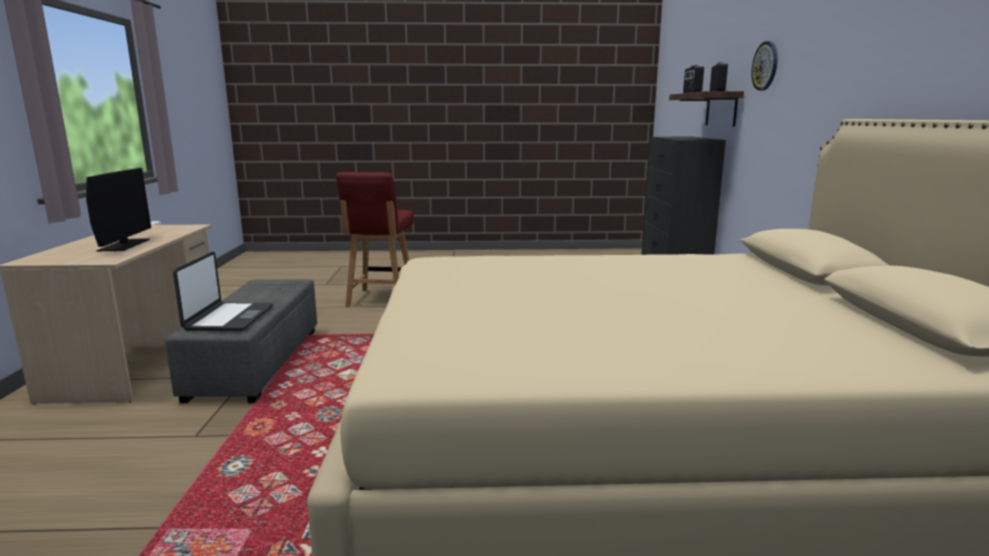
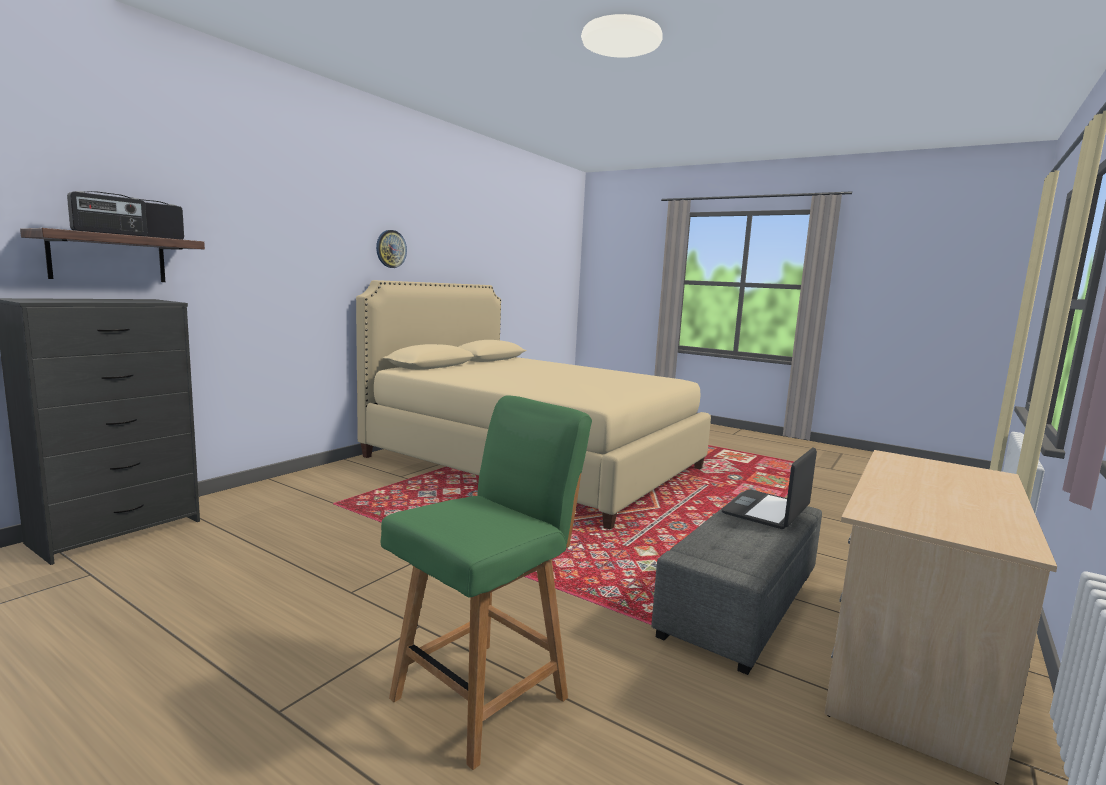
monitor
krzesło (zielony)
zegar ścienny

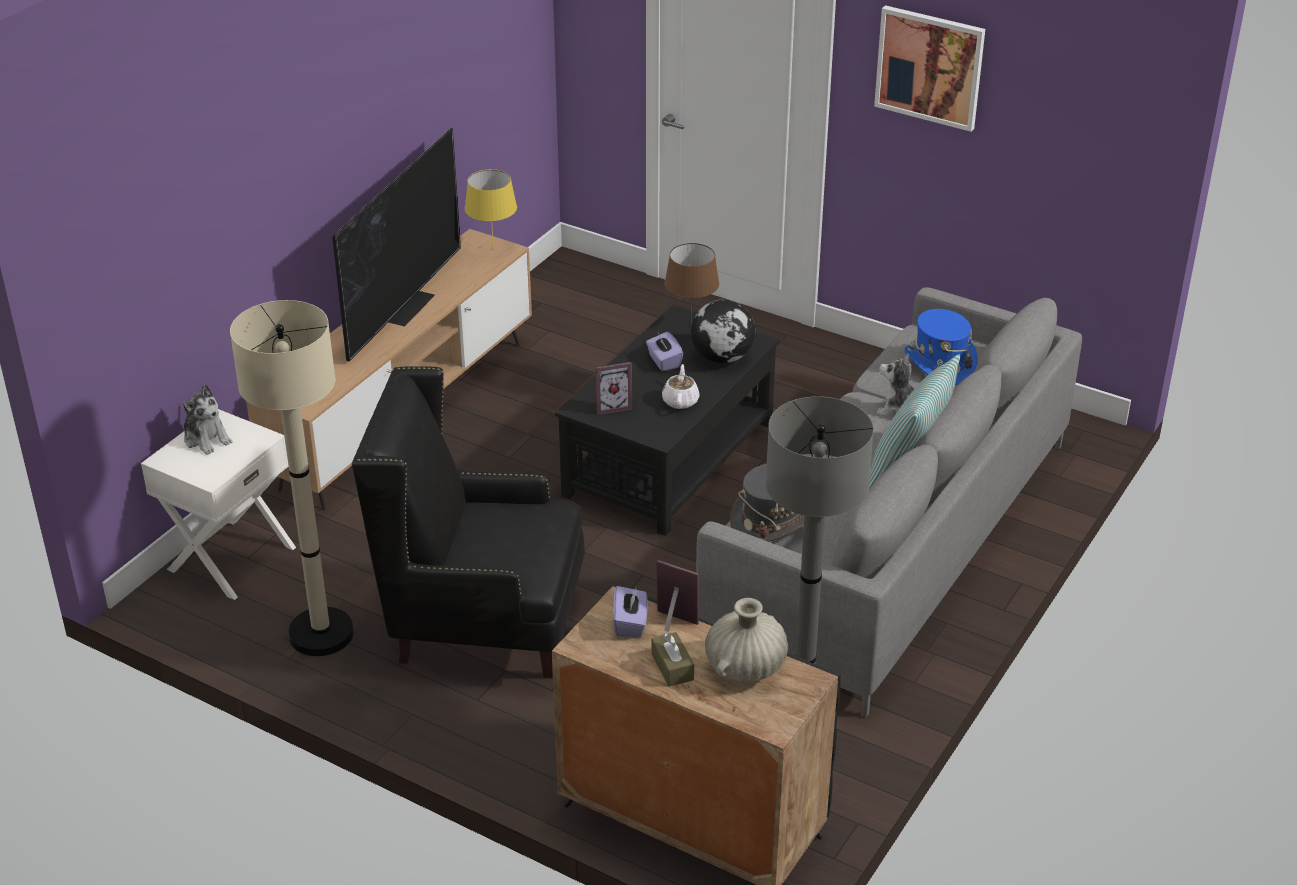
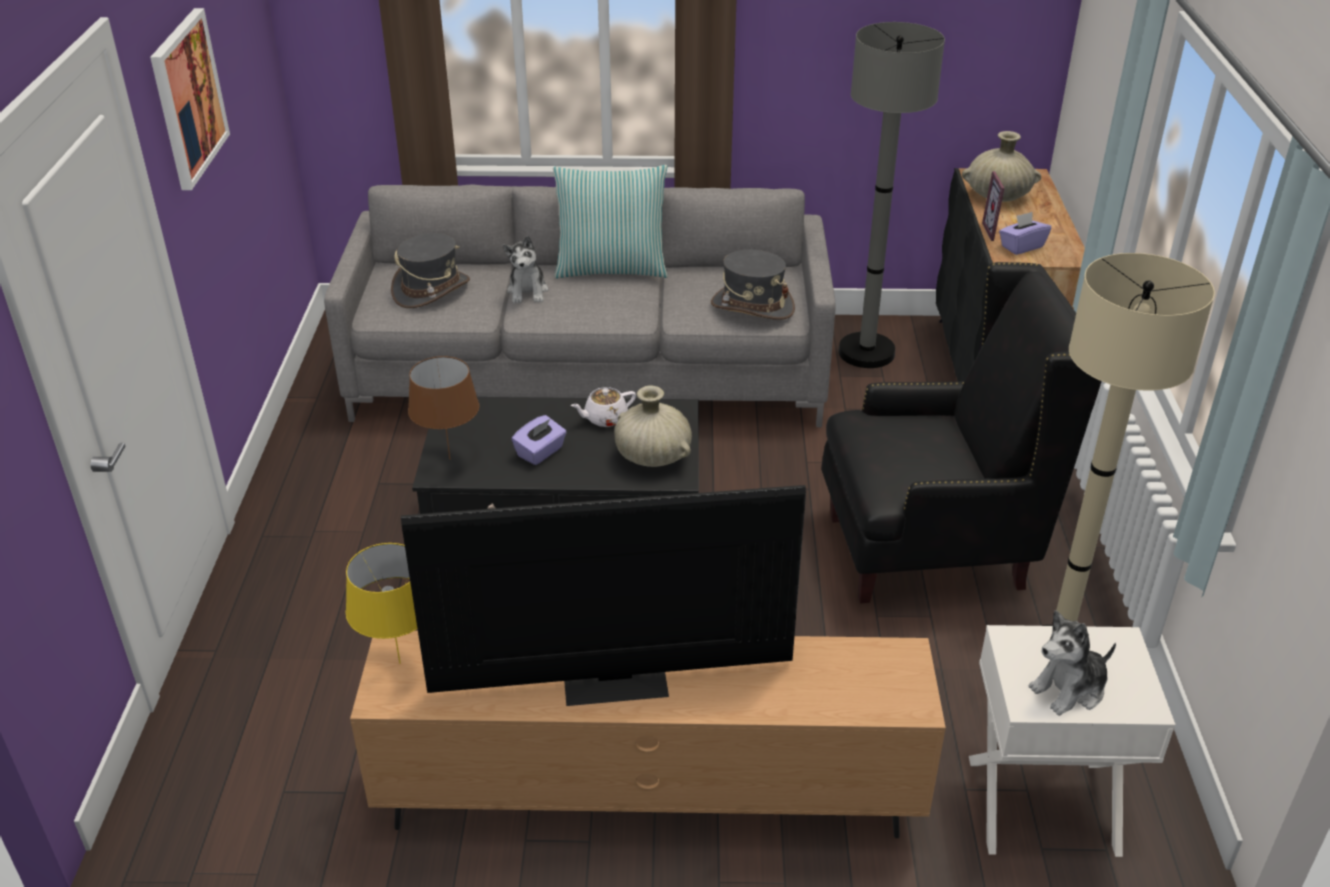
pluszak (2nd from left)
fotel (czarny)
wazon (beżowy) (1st from left)
pudełko chusteczek (brązowy)
globus
kapelusz (szary) (1st from left)

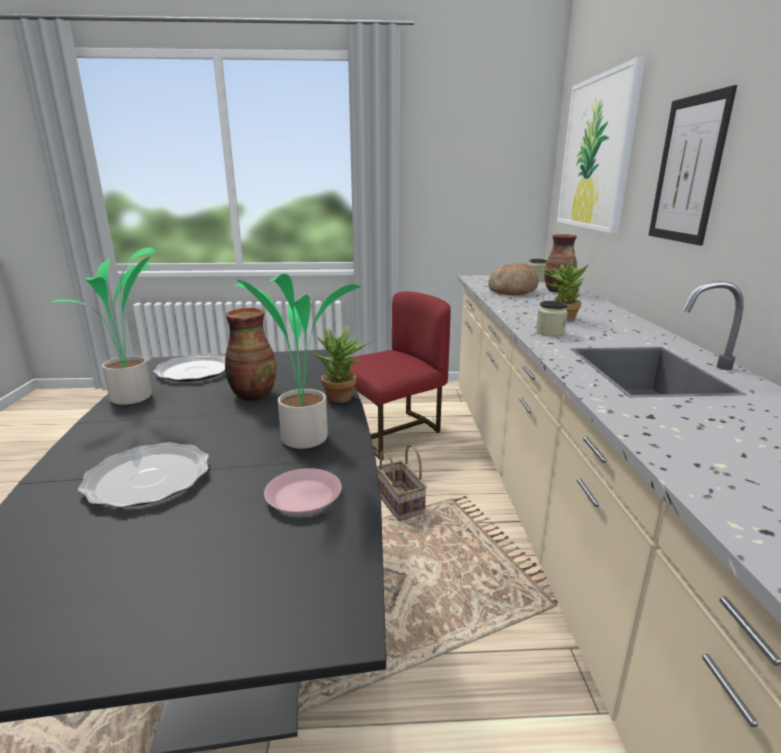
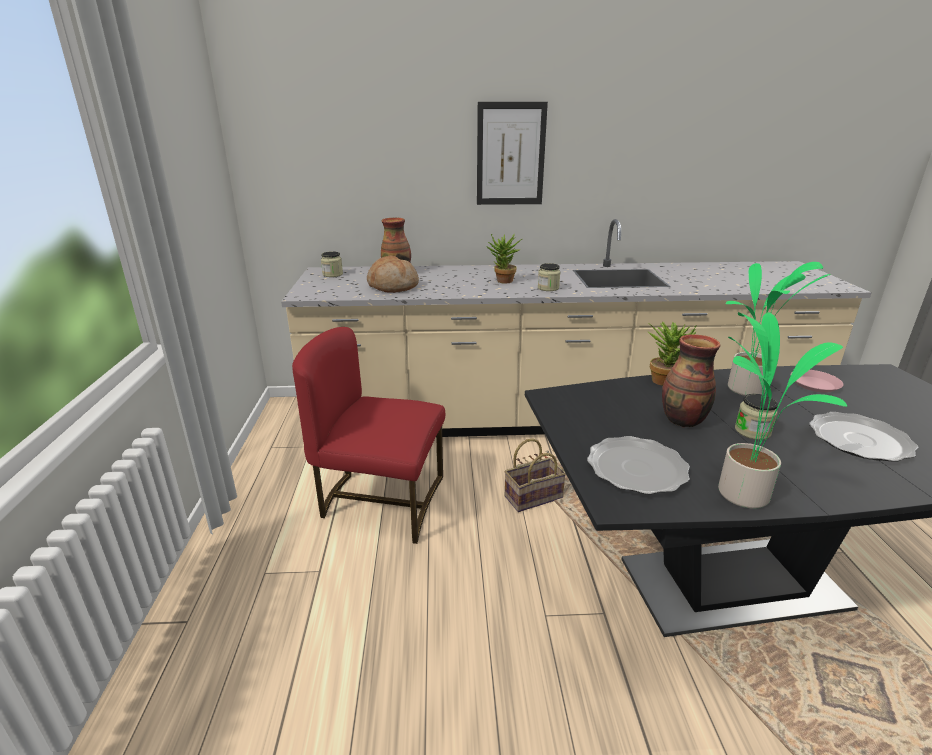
krzesło (czerwony)
obraz (1st from left in the first image)
słoik (3rd from left)

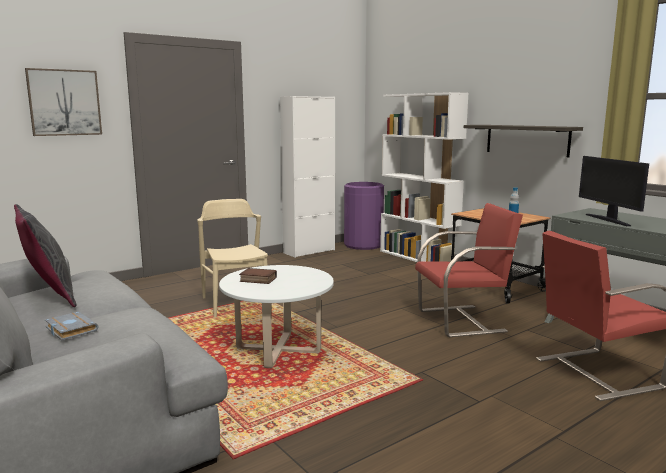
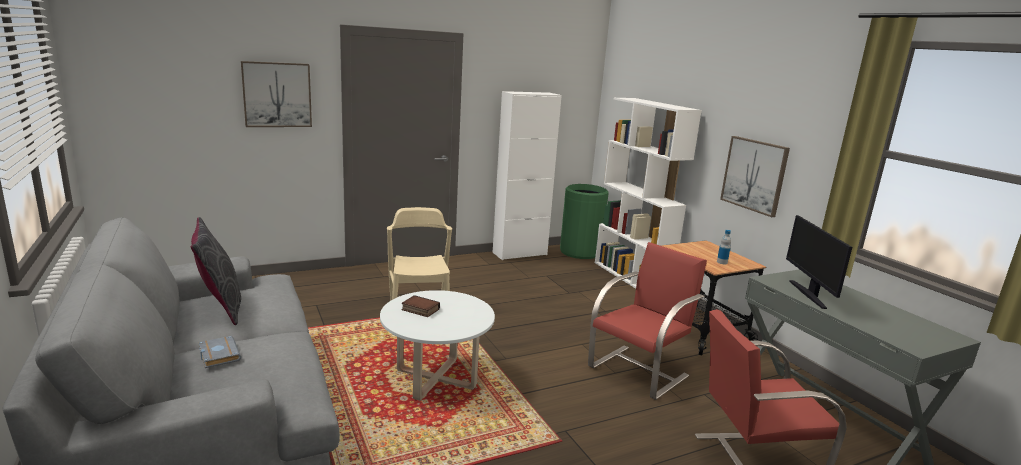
kosz na śmieci (zielony)
krzesło (czerwony) (1st from left)
obraz (2nd from left)

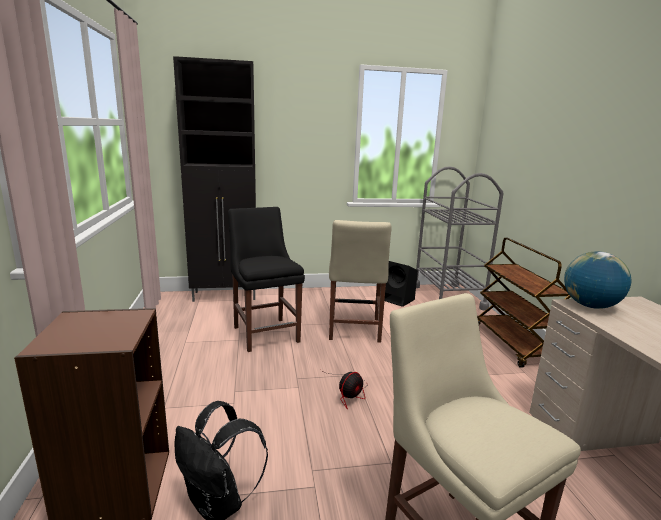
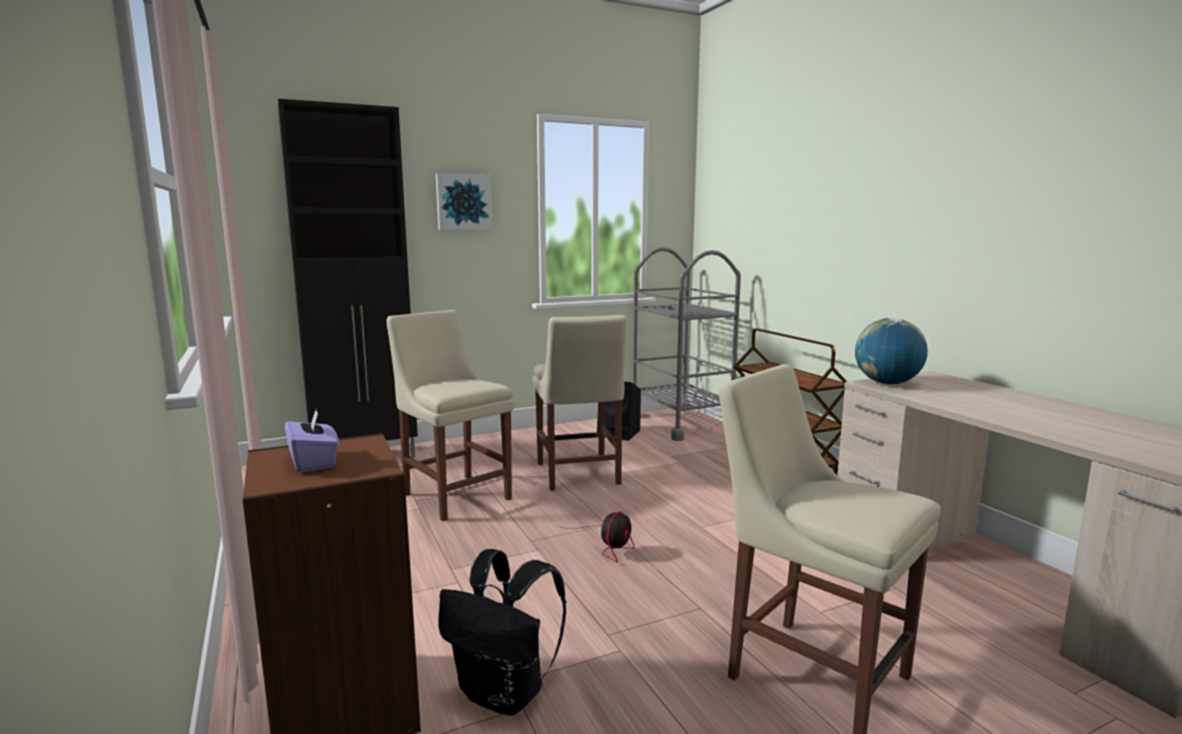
krzesło (beżowy) (1st from left)
pudełko chusteczek (fioletowy)
obraz

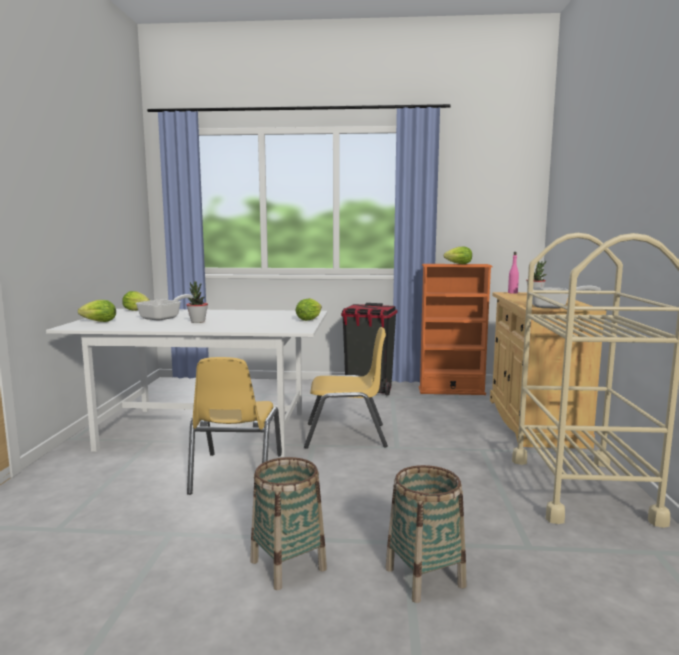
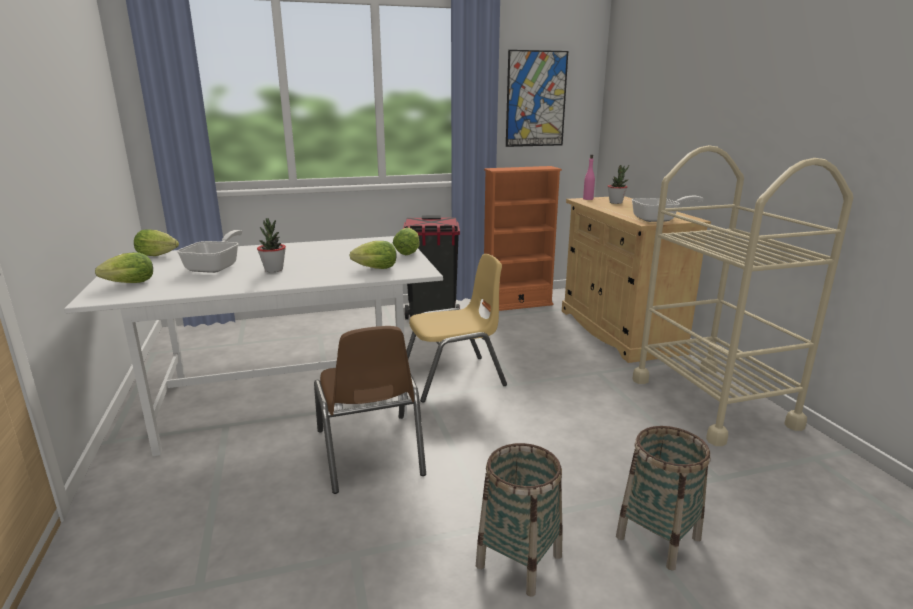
krzesło (brązowy)
sałata (3rd from left)
obraz

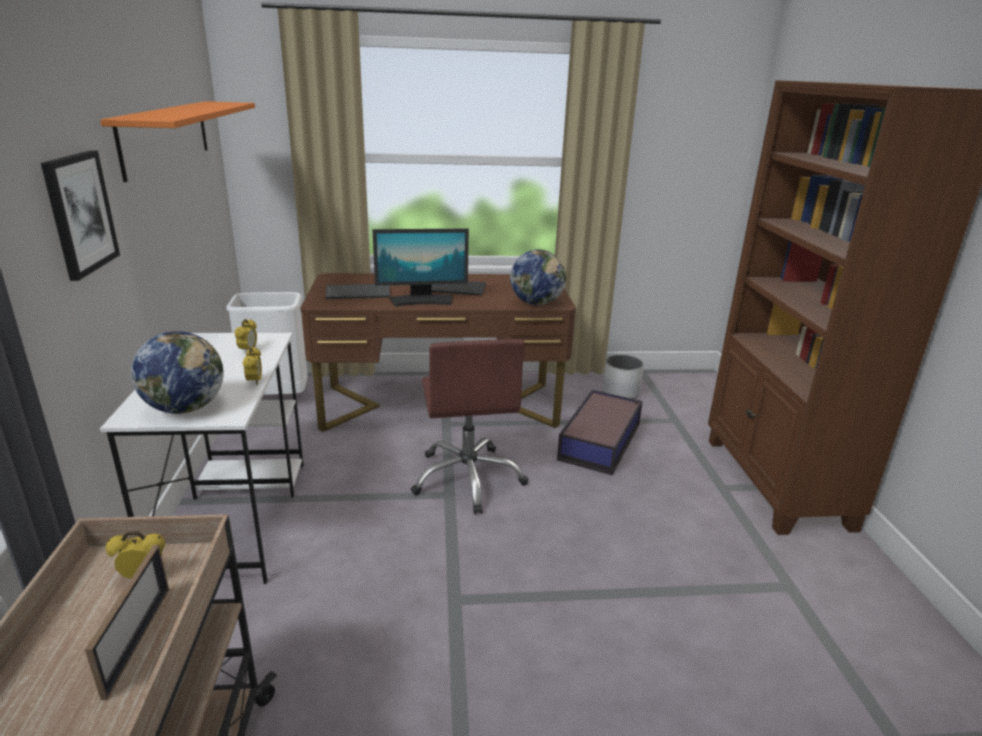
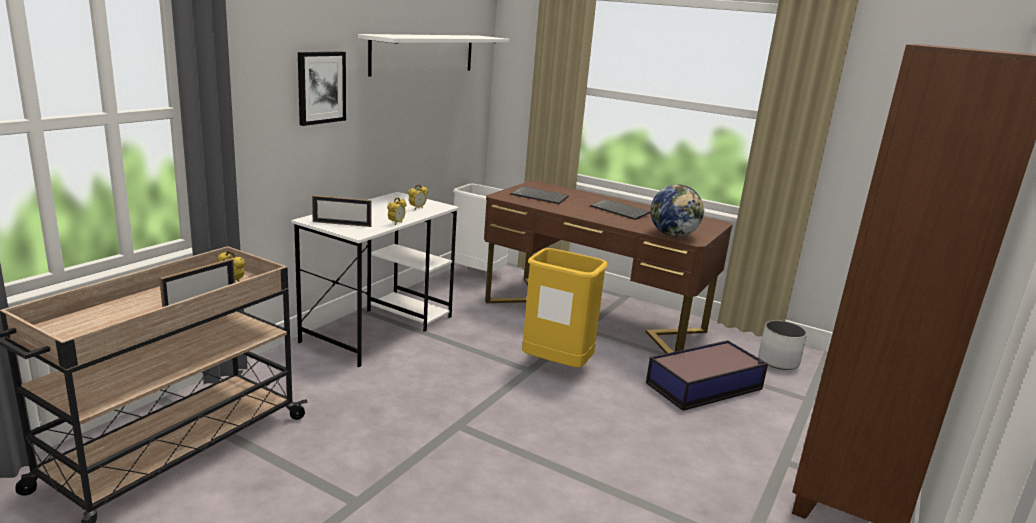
półka (biały)
ramka na zdjęcie (2nd from left)
monitor
kosz na śmieci (żółty)

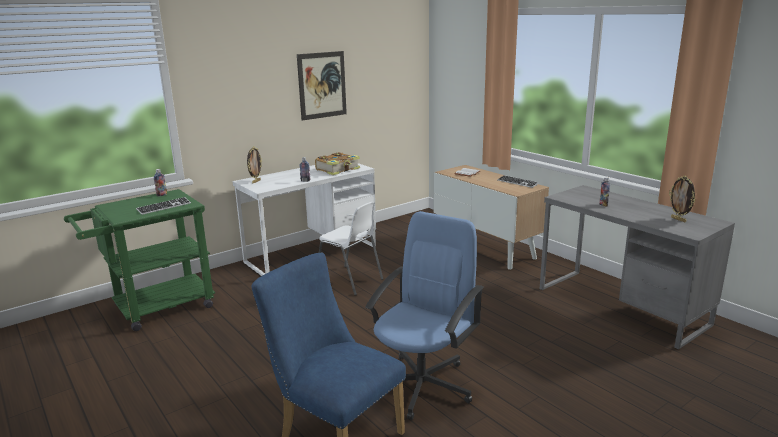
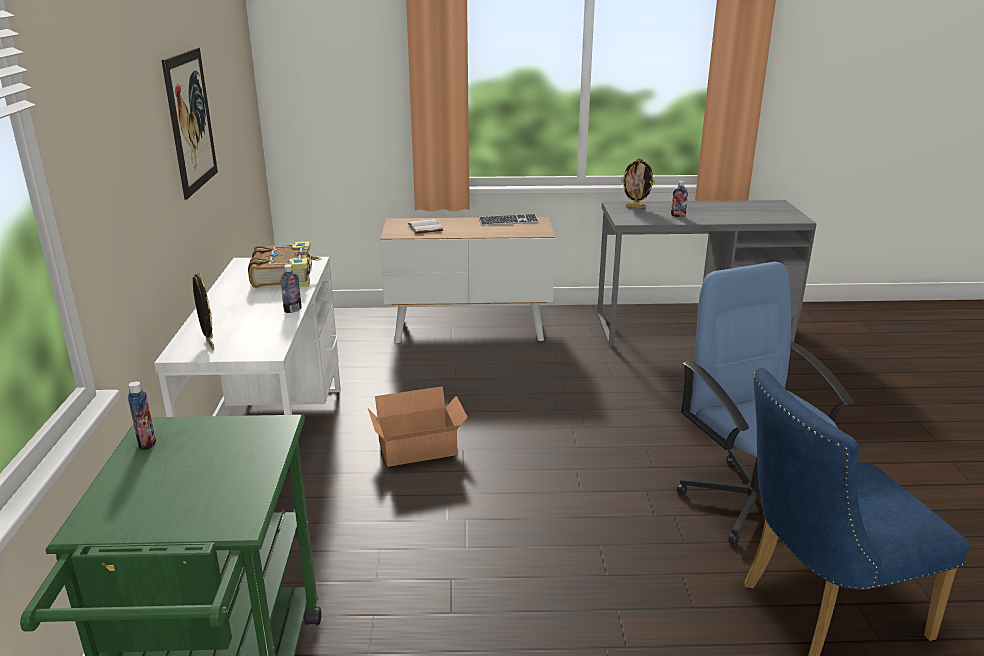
klawiatura (1st from left in the first image)
karton
ramka na zdjęcie (2nd from left)

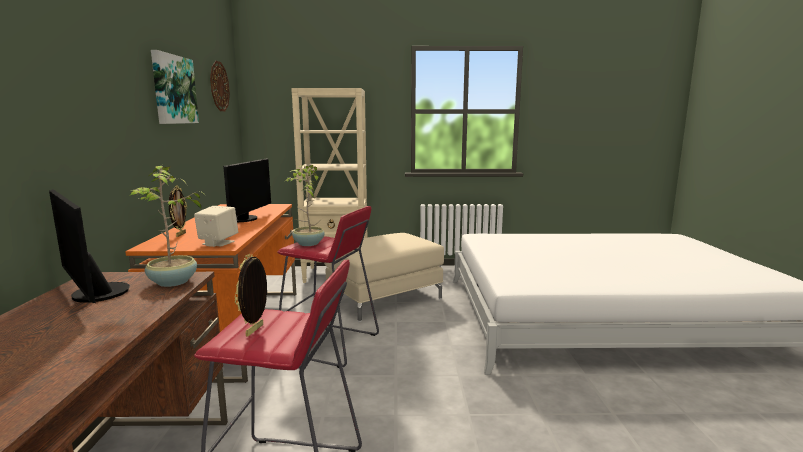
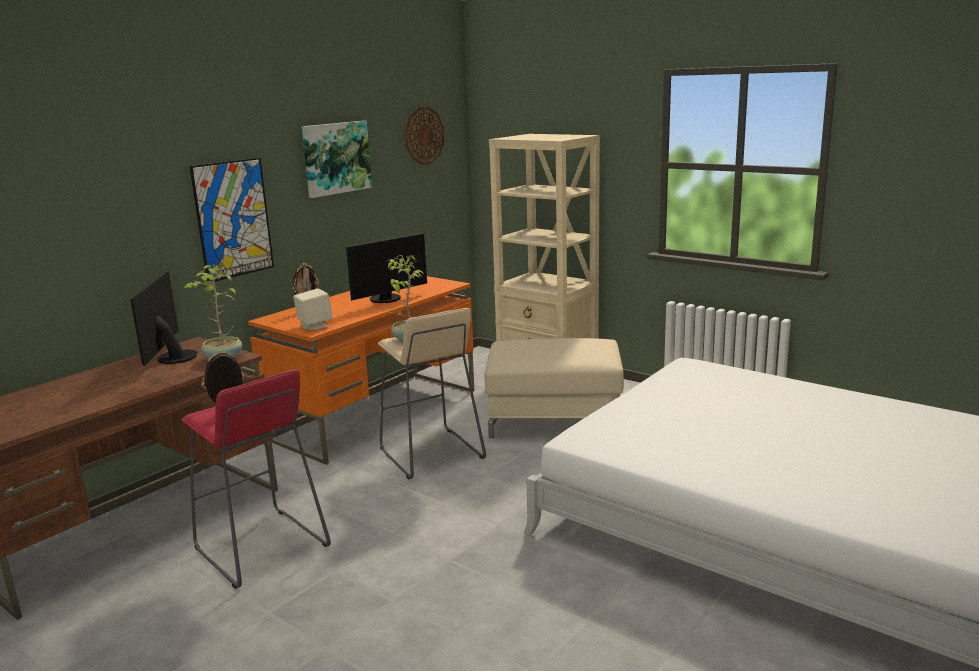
stołek (beżowy)
obraz (1st from left)

